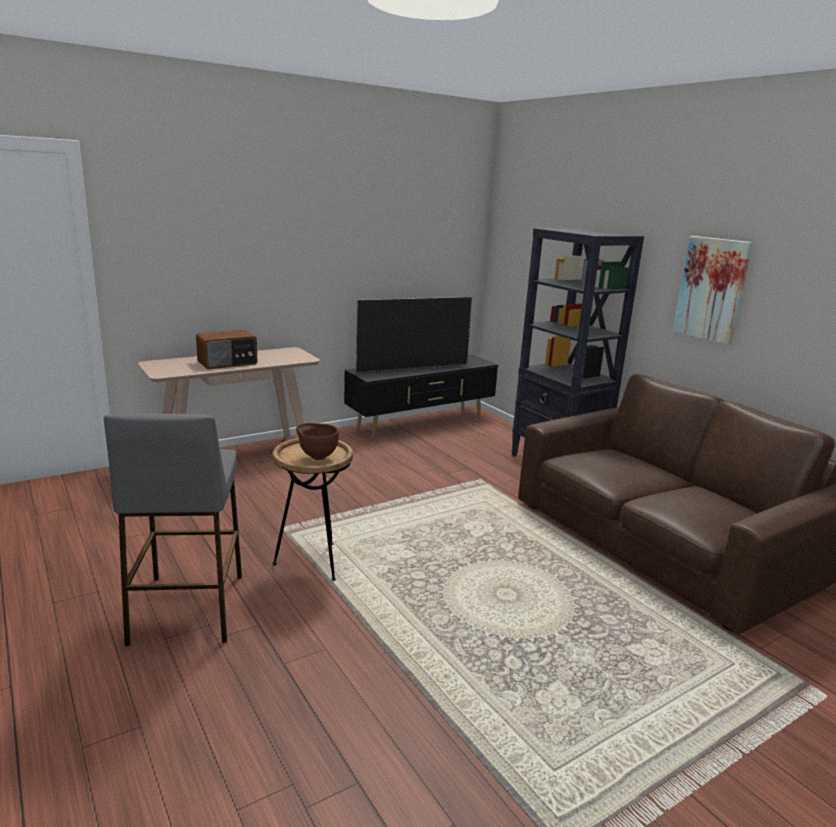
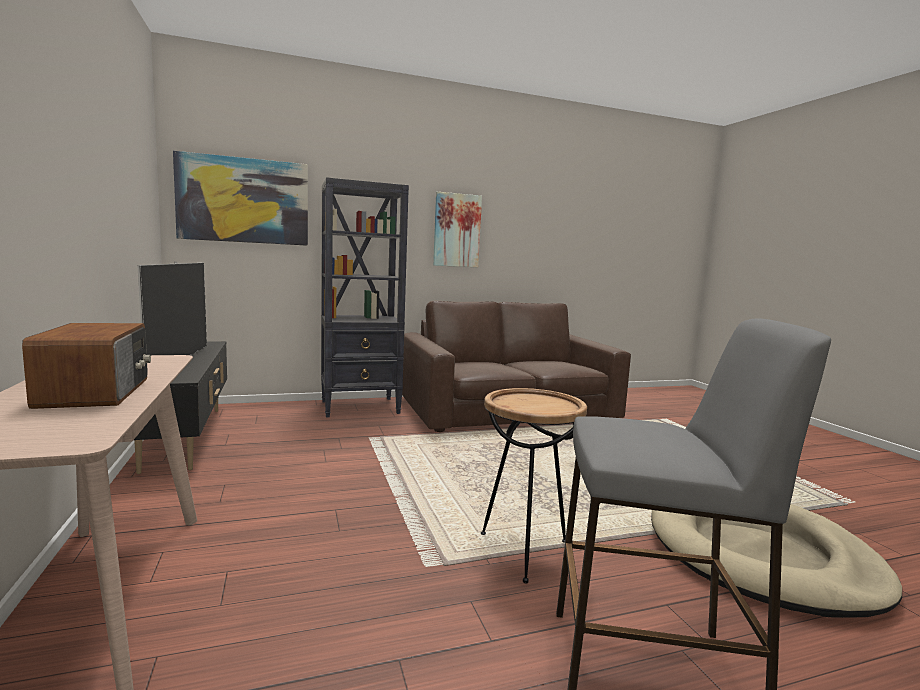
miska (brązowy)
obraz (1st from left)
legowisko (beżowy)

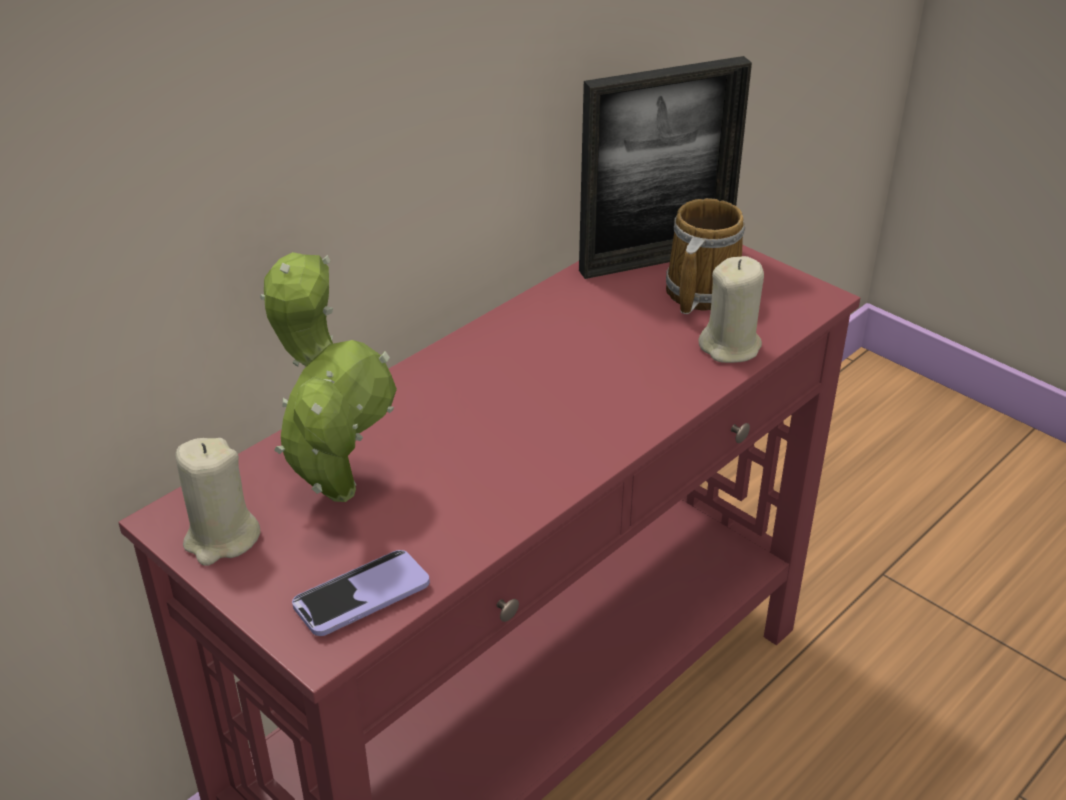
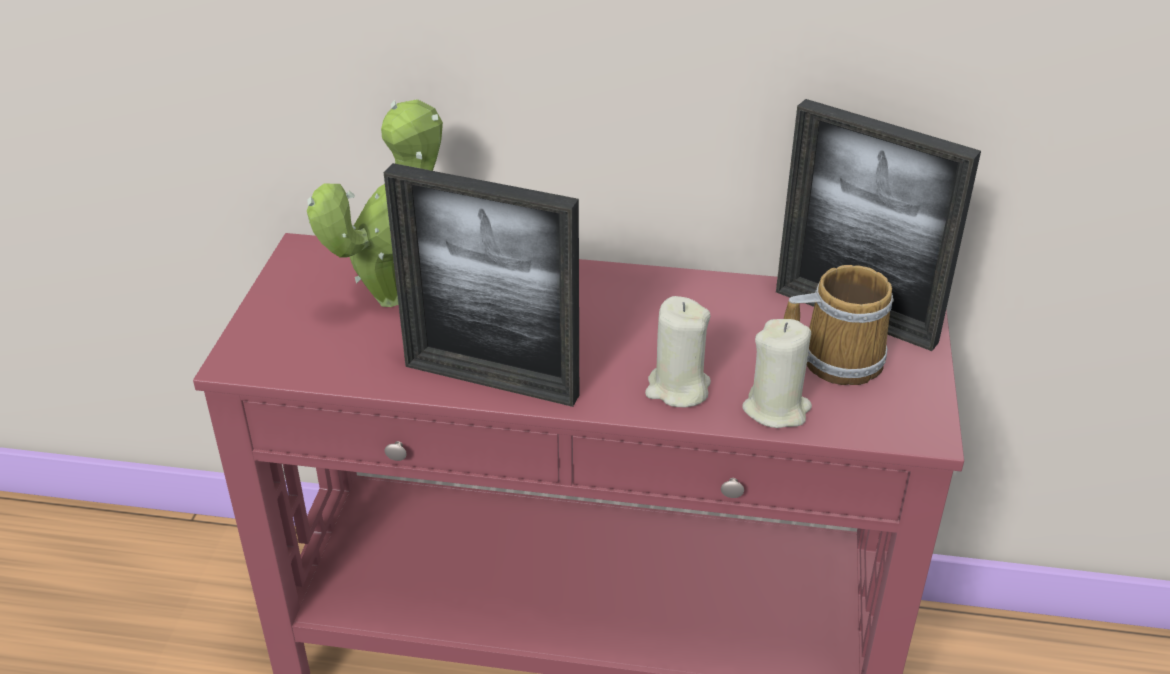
świeca (beżowy) (1st from left)
telefon
ramka na zdjęcie (1st from left)

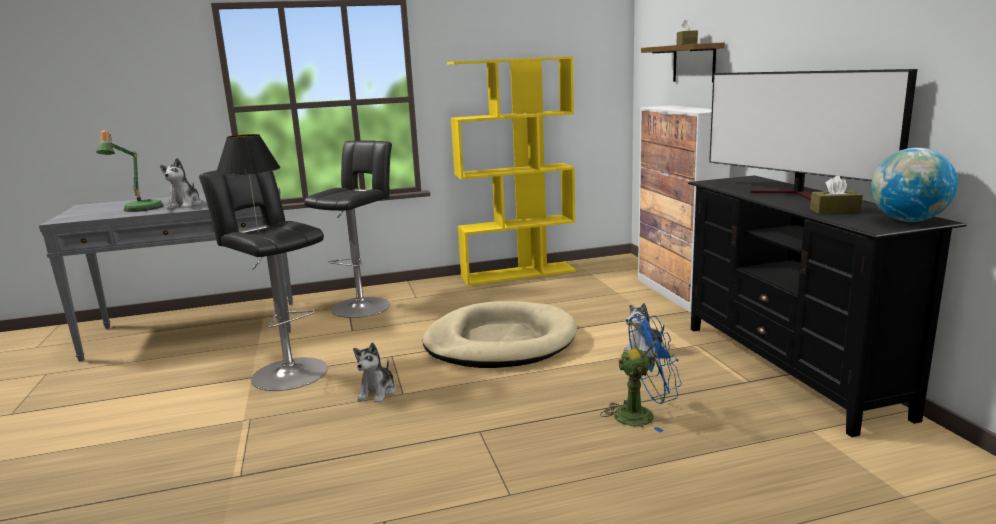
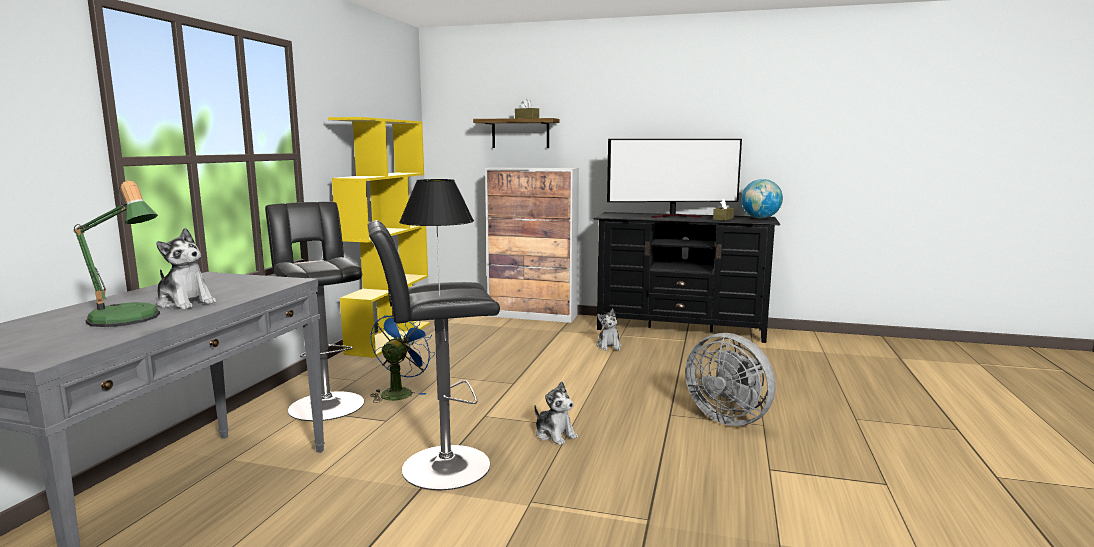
legowisko (beżowy)
wentylator (niebieski)
wentylator (szary)

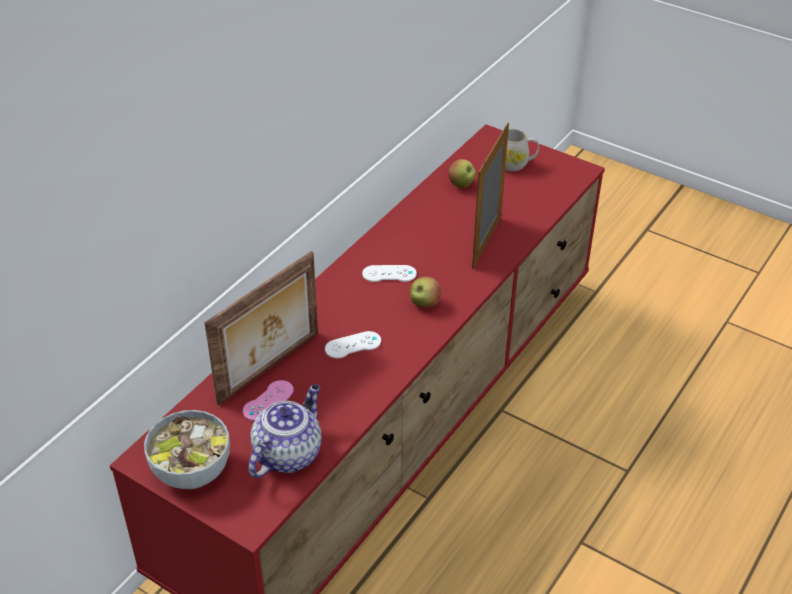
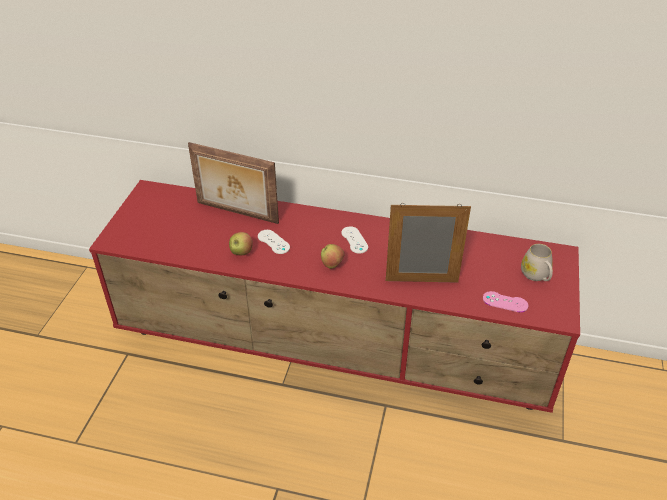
miska
pad do gier (różowy)
imbryk
jabłko (1st from left)

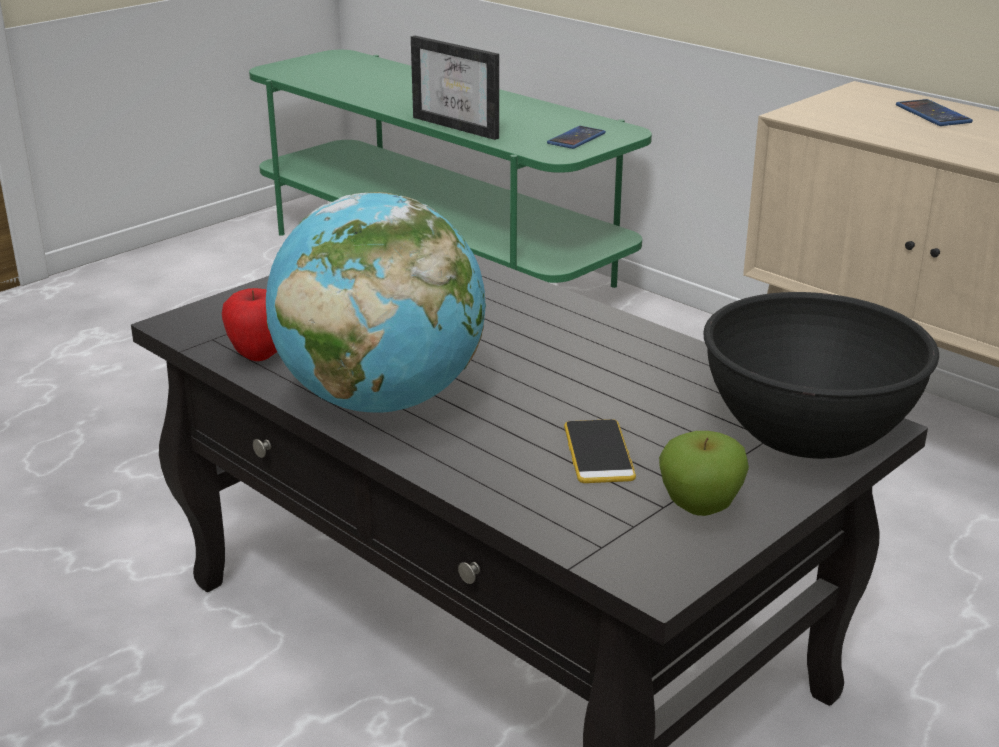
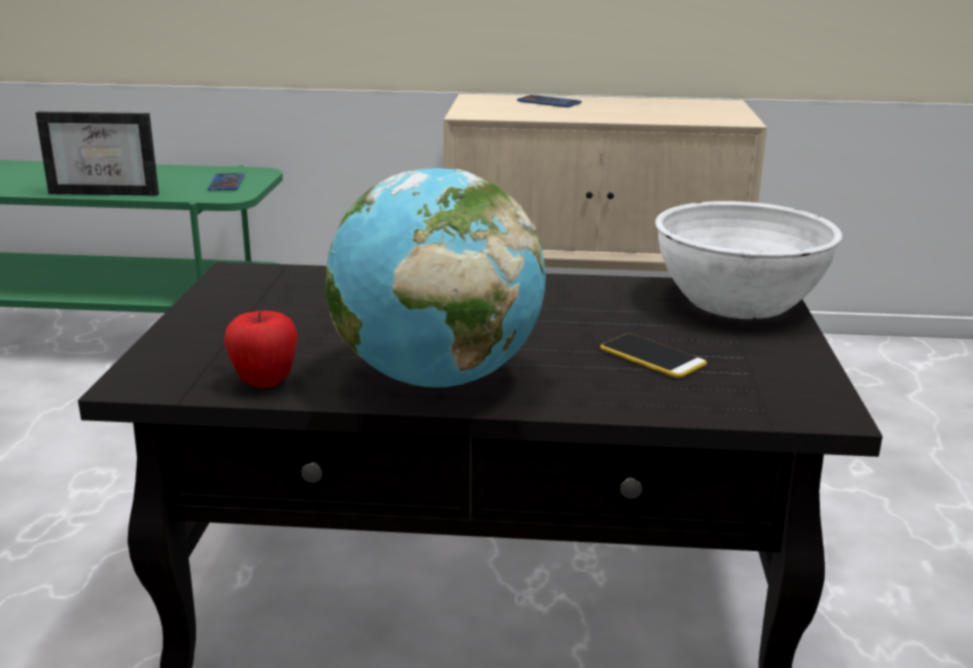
jabłko (2nd from left in the first image)
miska (biały)

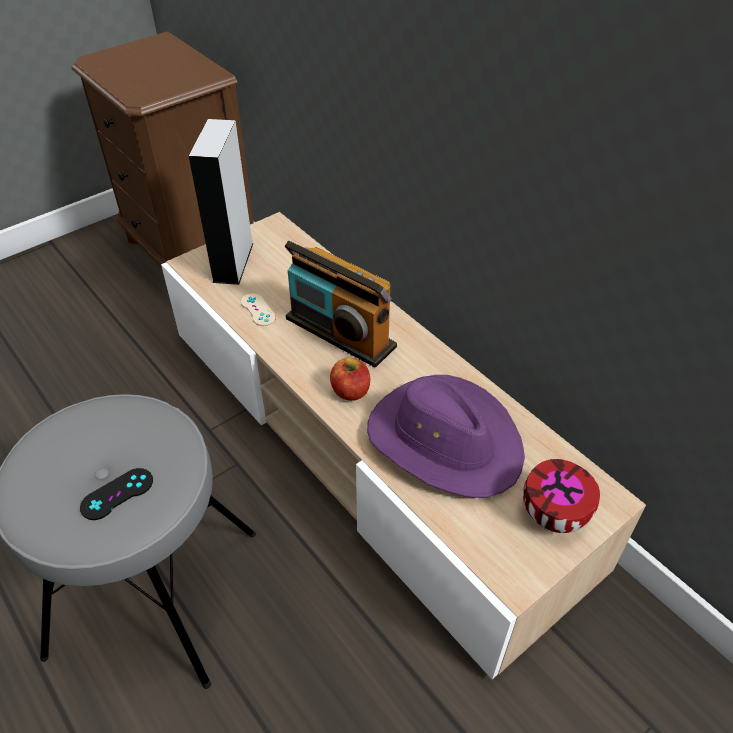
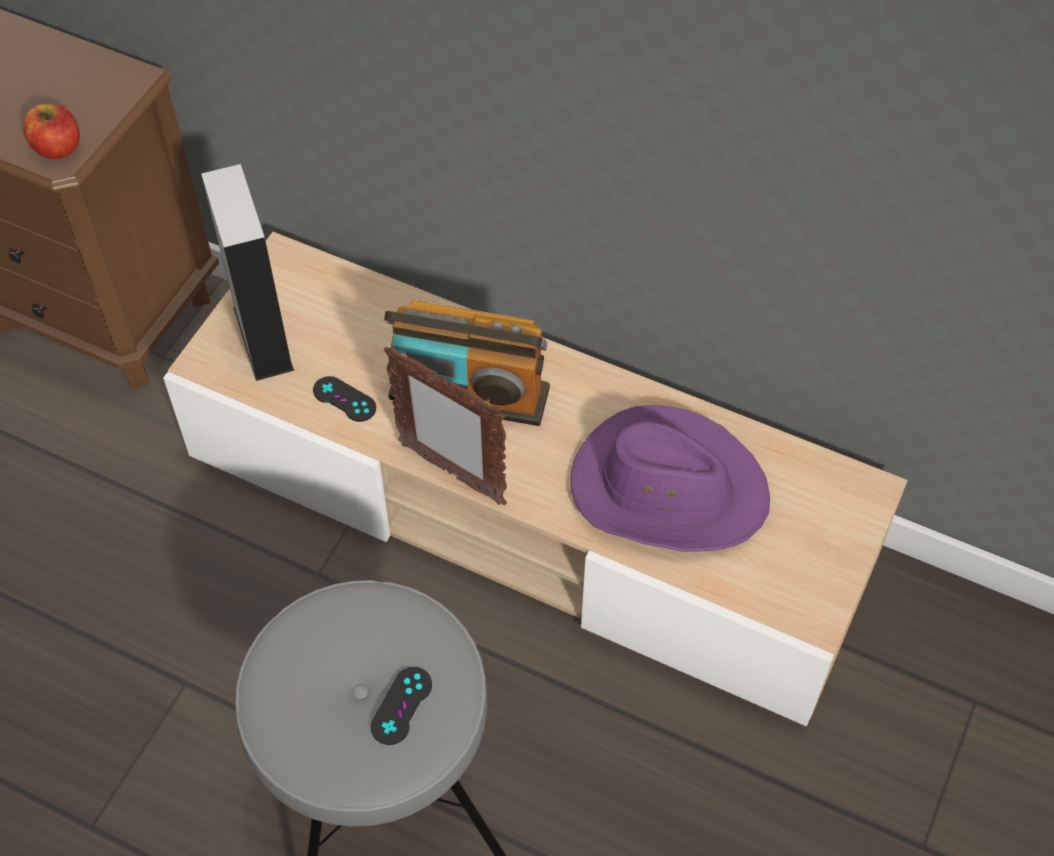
pad do gier (czarny) (1st from left)
jabłko
miska
ramka na zdjęcie

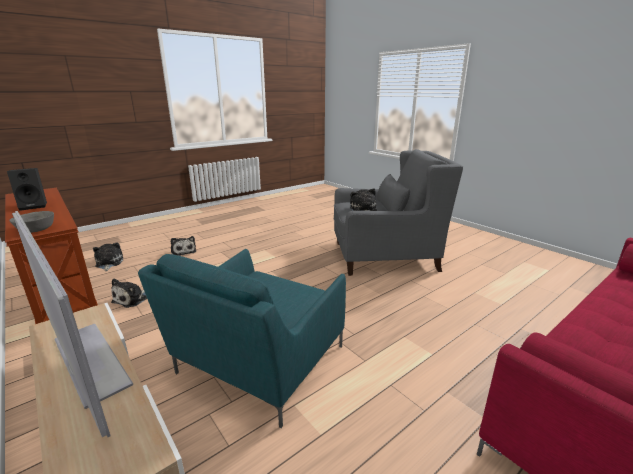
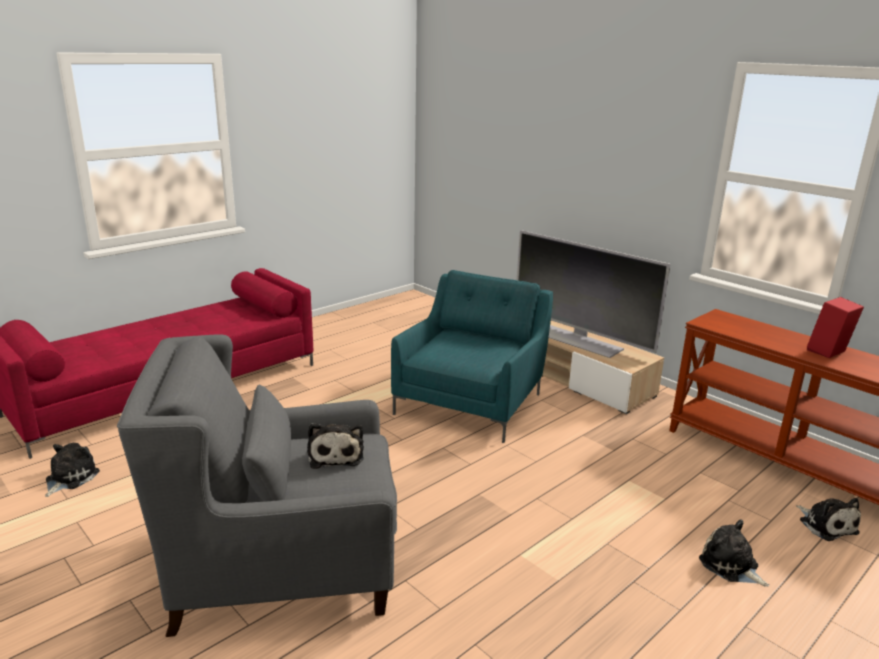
głośnik (czerwony)
miska (szary)
pluszak (1st from left)

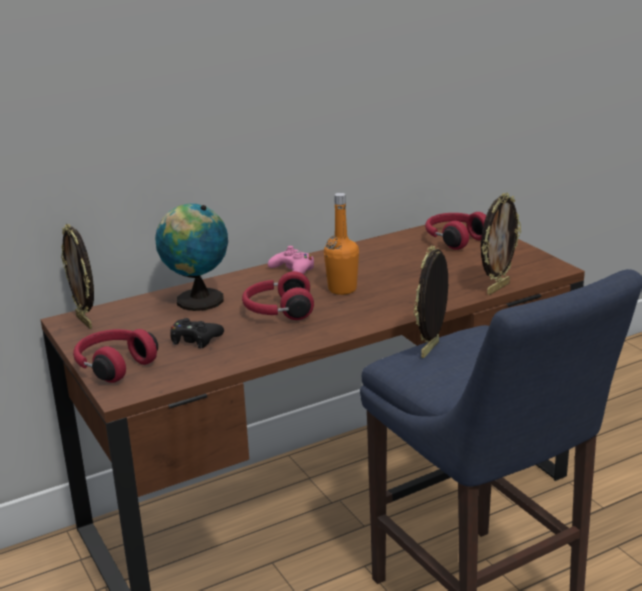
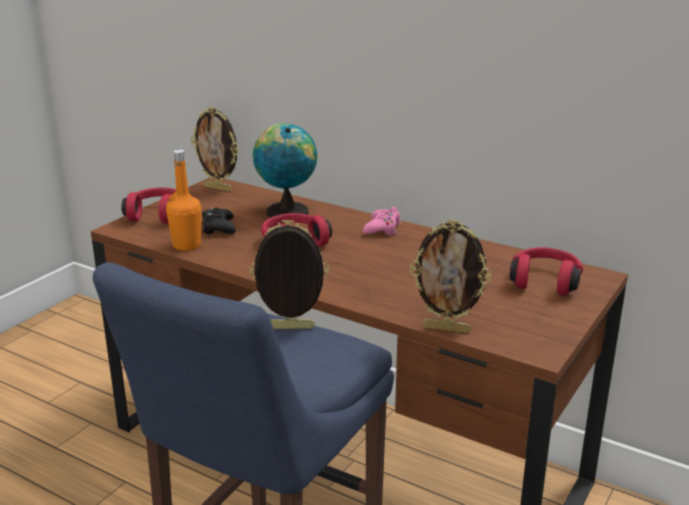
ramka na zdjęcie (1st from left)
butelka (pomarańczowy)

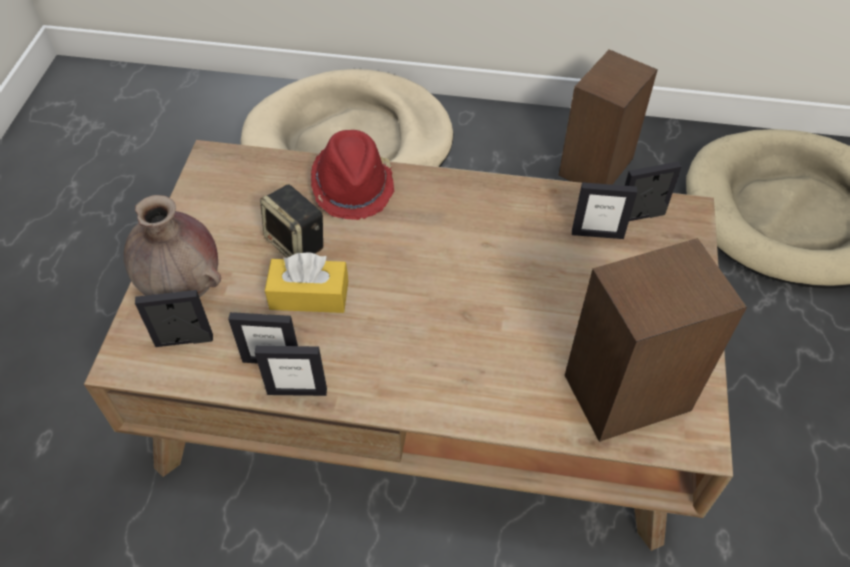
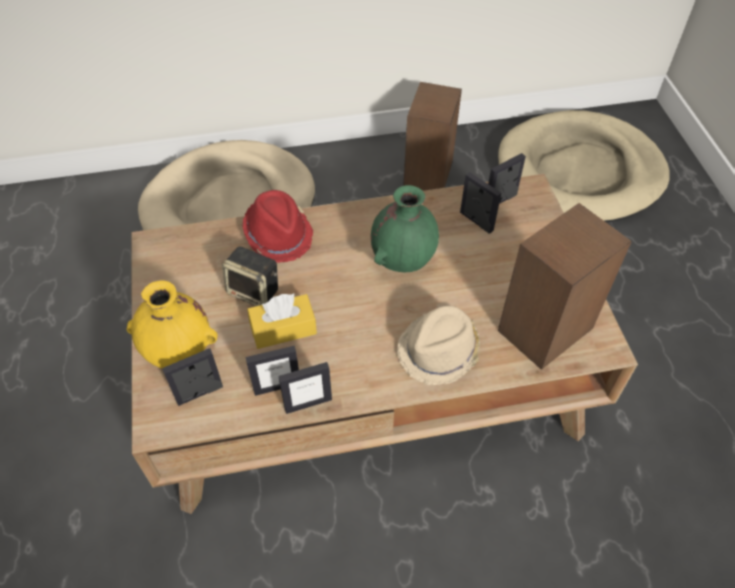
wazon (żółty)
ramka na zdjęcie (4th from left)
wazon (zielony)
kapelusz (beżowy)

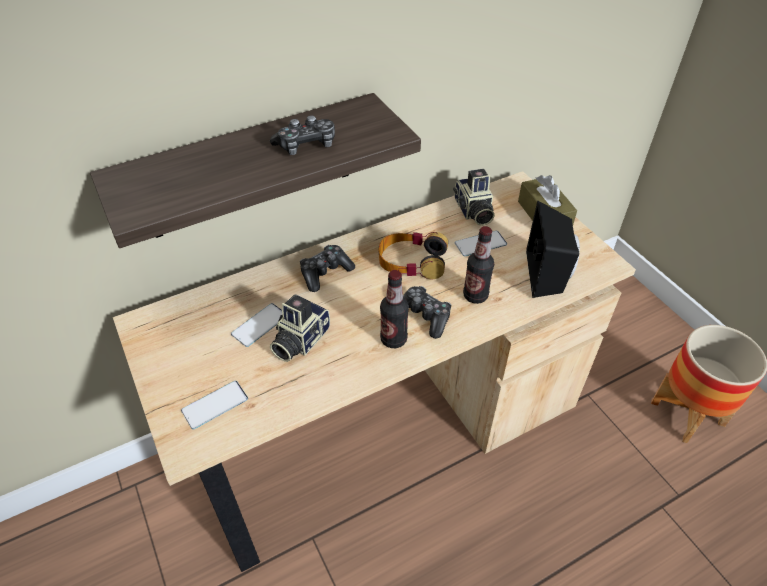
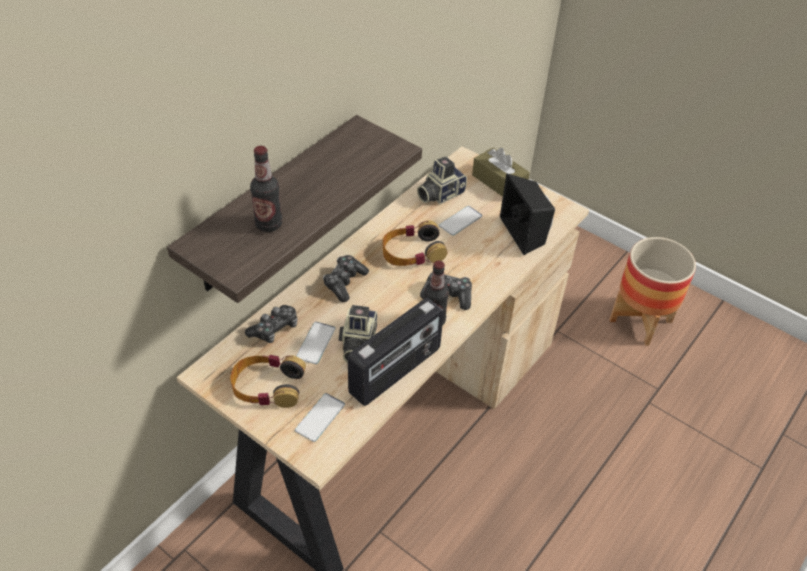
pad do gier (1st from left)
aparat fotograficzny (2nd from left)
butelka (1st from left)
słuchawki (1st from left)
radio

